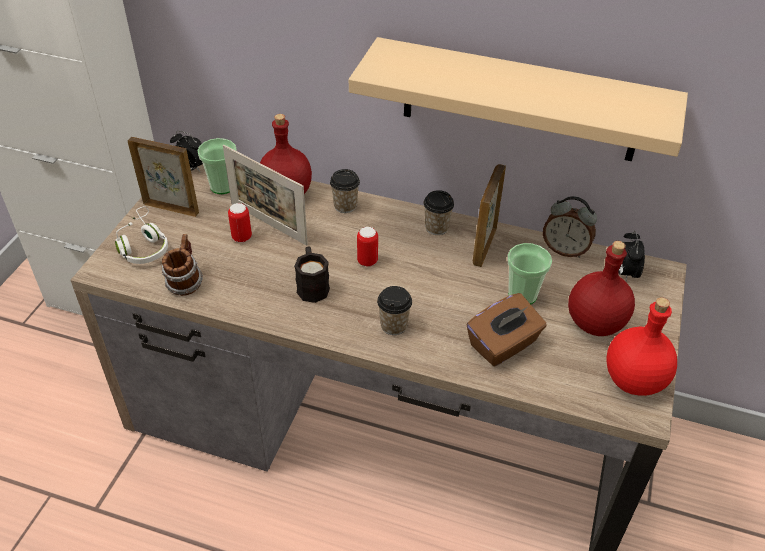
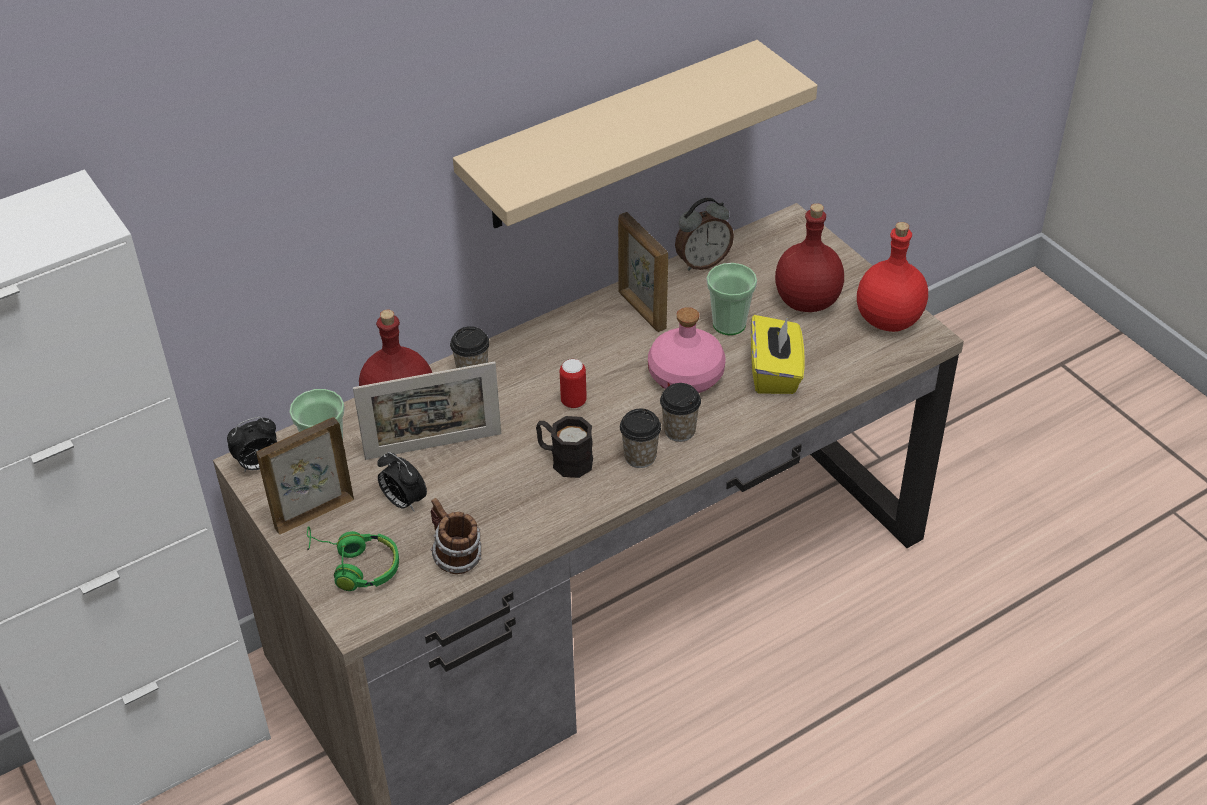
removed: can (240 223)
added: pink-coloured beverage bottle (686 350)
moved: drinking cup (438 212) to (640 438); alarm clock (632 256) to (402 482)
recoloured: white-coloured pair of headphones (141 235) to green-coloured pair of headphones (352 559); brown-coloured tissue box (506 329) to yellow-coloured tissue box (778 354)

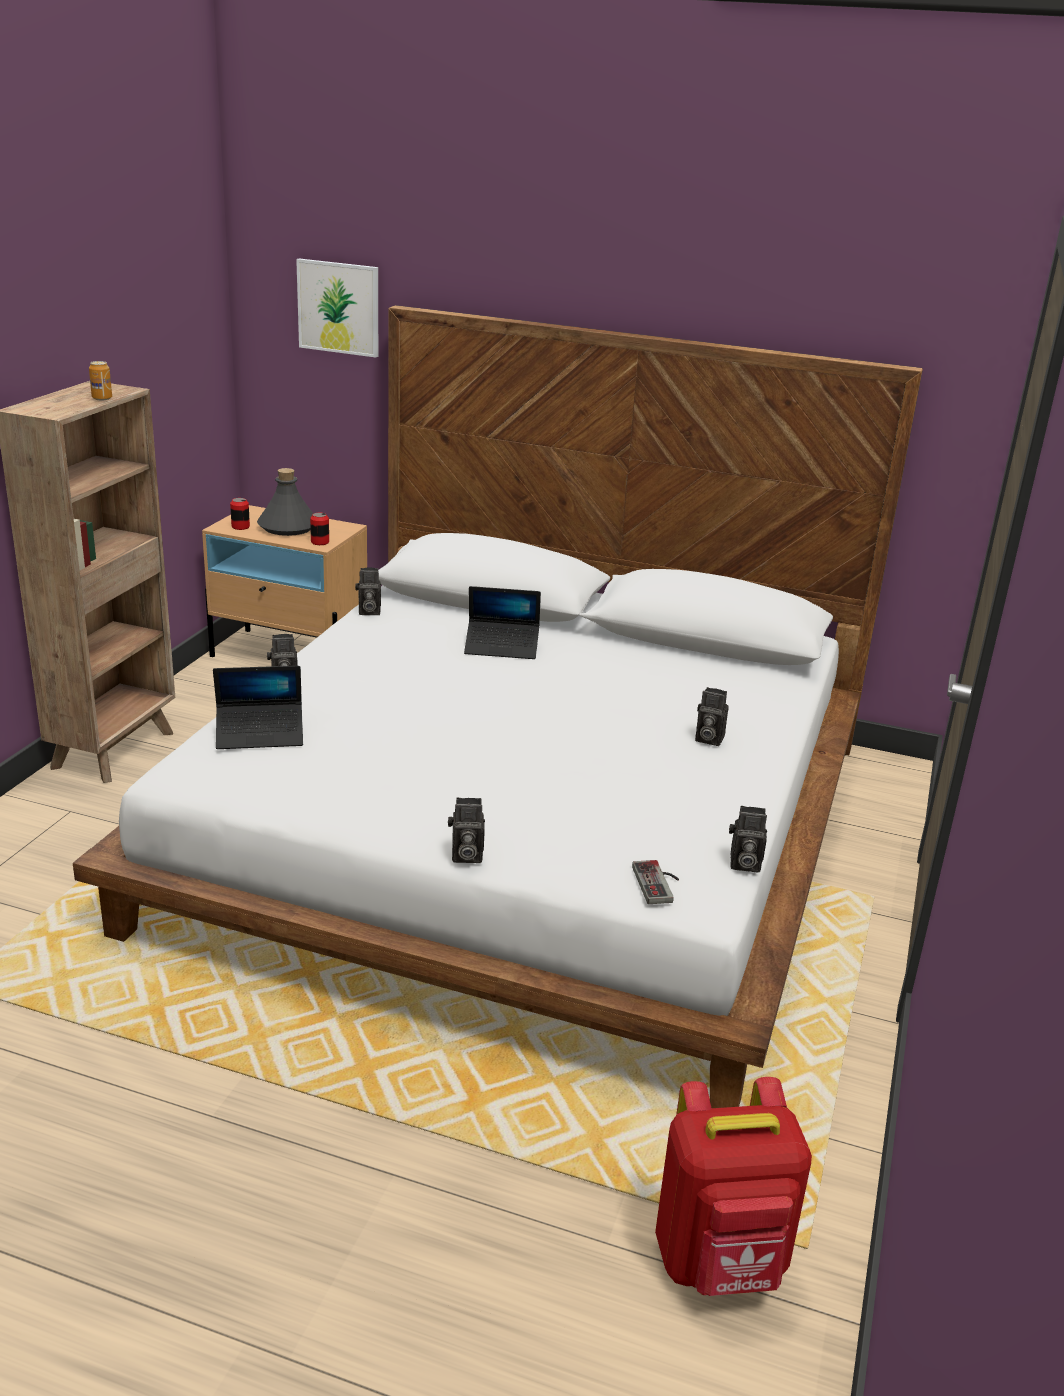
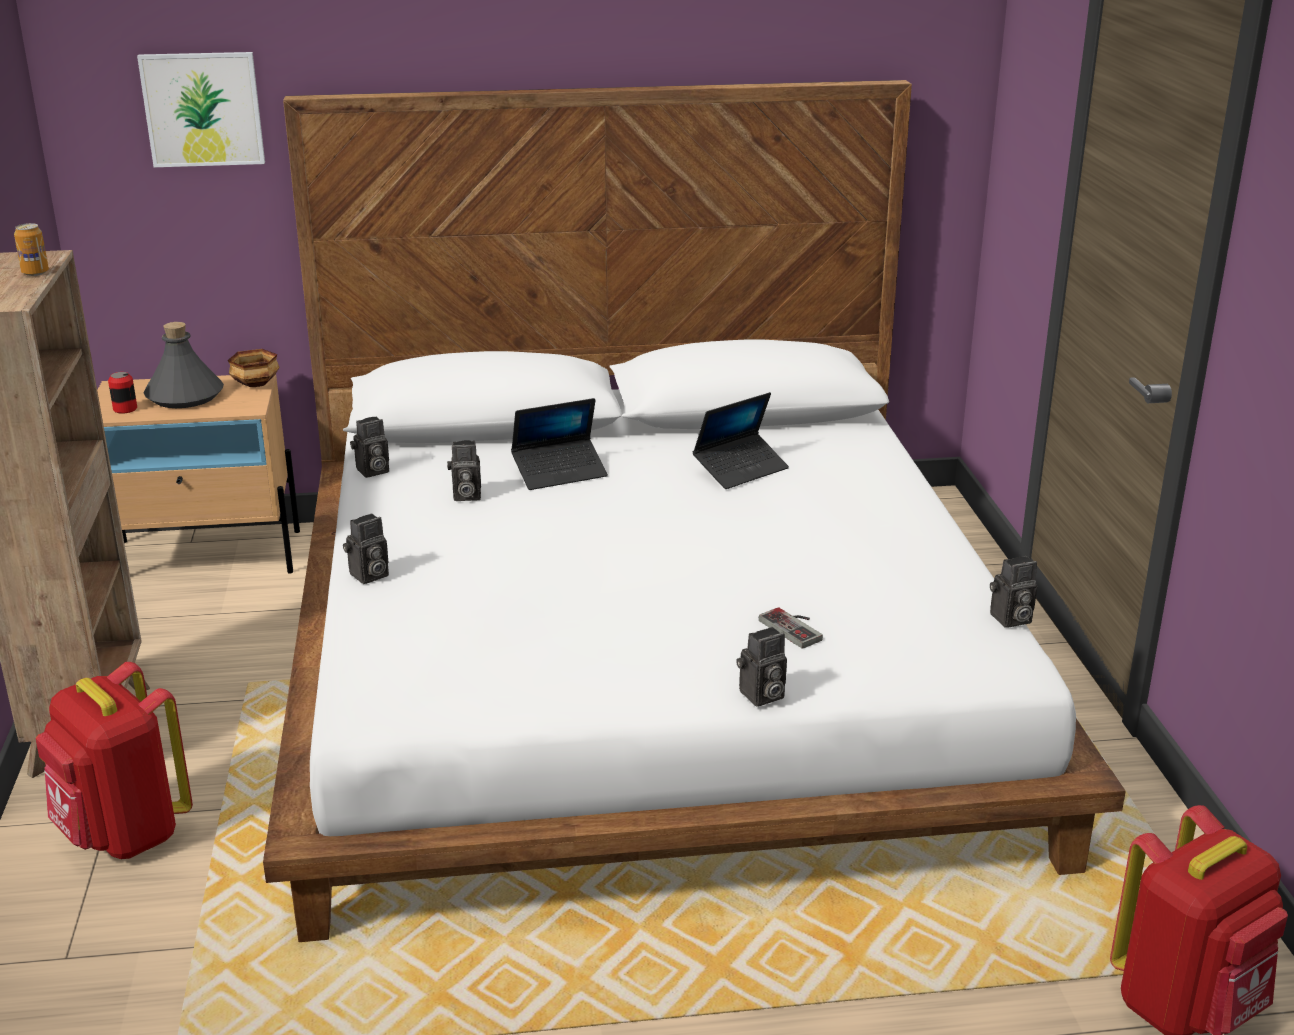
removed: can (319 529)
added: red knapsack (114 760); deep dish (253 368)
moved: portable computer (258 707) to (741 440); joypad (655 882) to (791 628); photo camera (712 716) to (464 471)

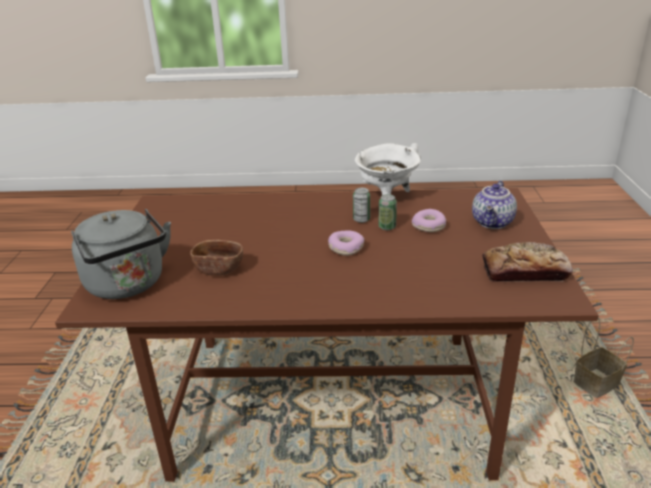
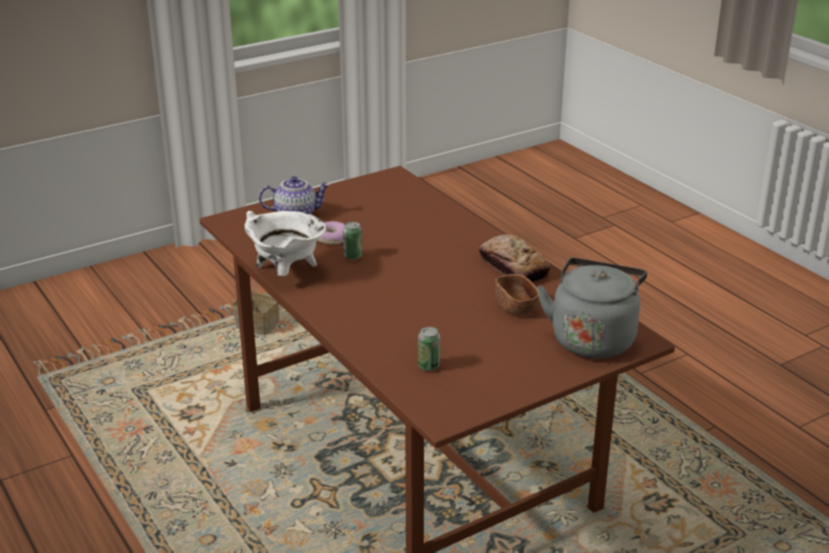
removed: donut (346 243)
moved: can (361 205) to (429 349); bread (527 262) to (515 259)

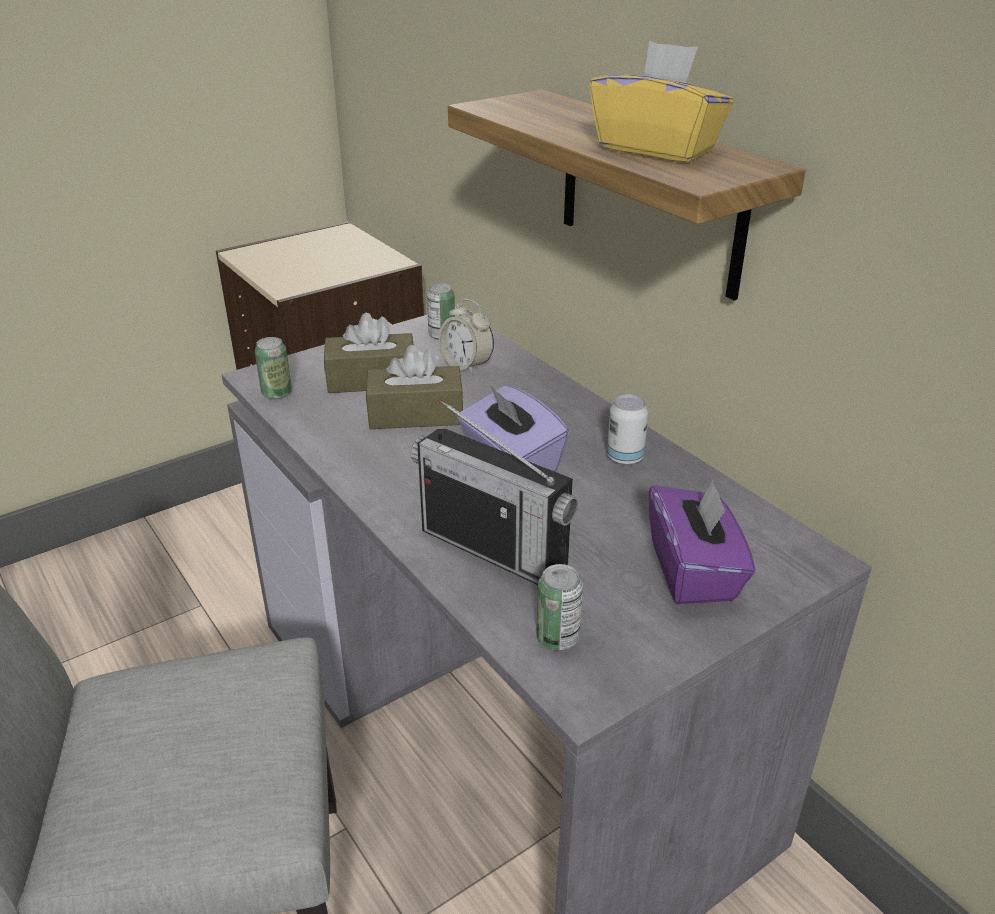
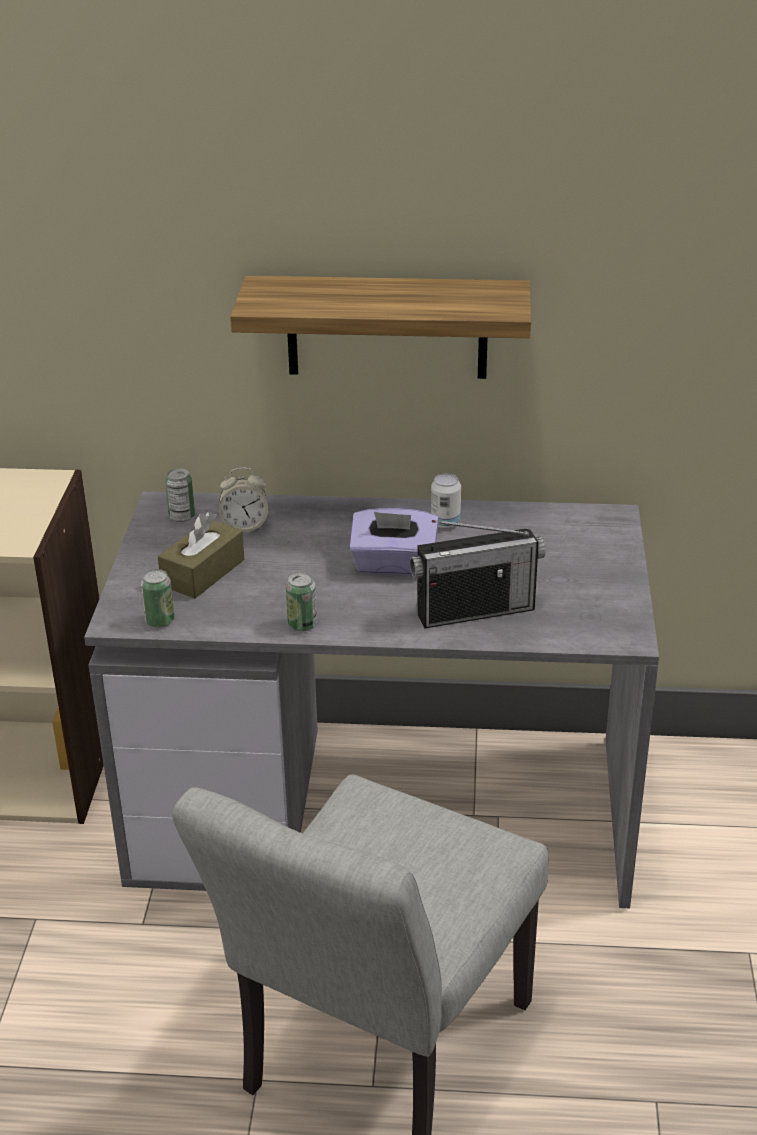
removed: brown-coloured tissue box (415 387); yellow-coloured tissue box (661 101); purplish tissue box (702 541)
moved: can (559 607) to (301 602)

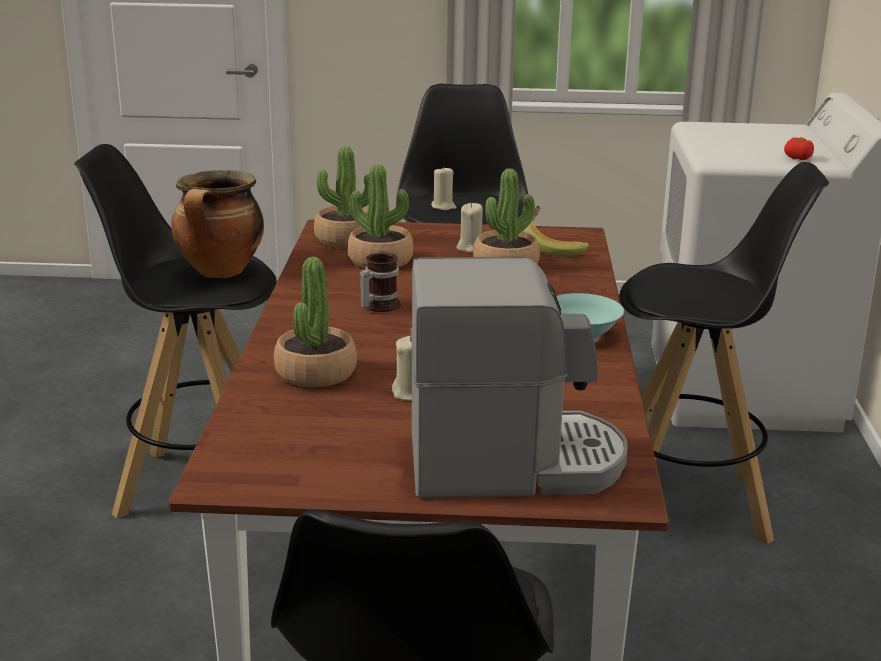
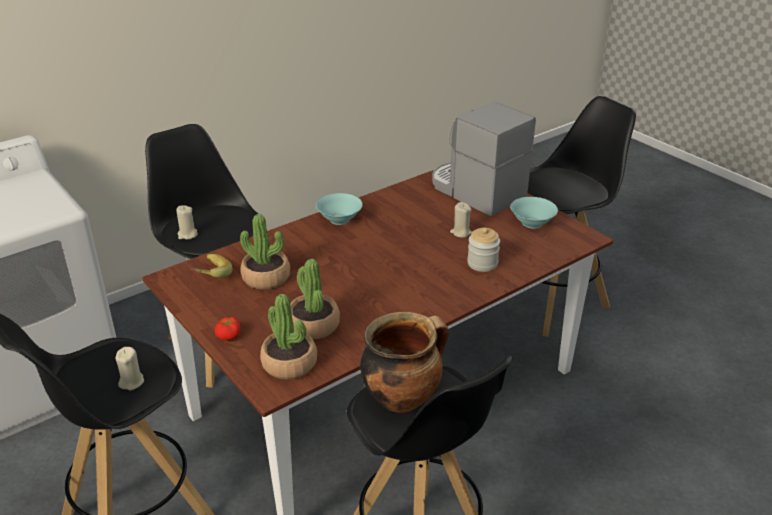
removed: mug (380 282)
added: turquoise deep dish (534 213)
moved: beige wax light (469 228) to (187 222); tomato (799 148) to (228 329)
replaced: houseplant (315 322) to storage jar (483 250)

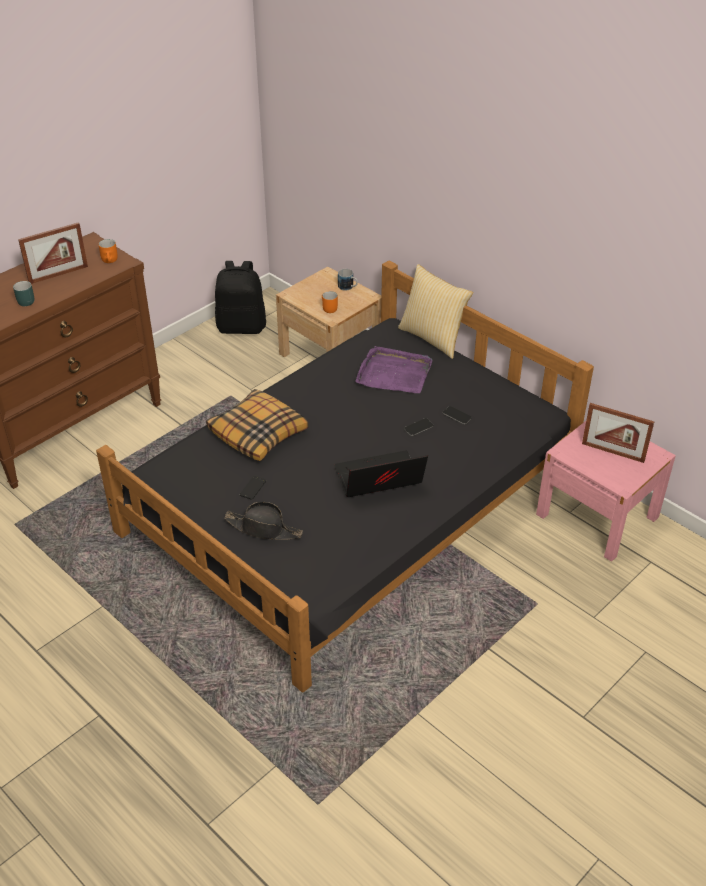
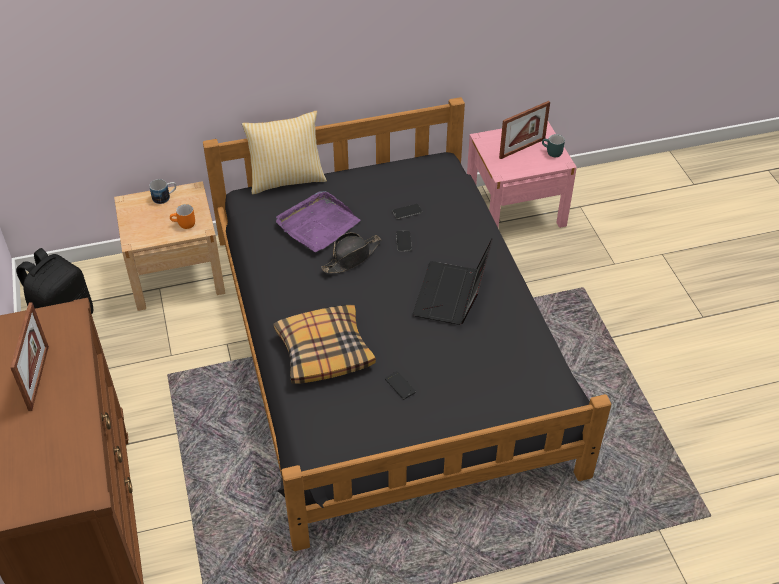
removed: orangey mug (108 251)
moved: turquoise mug (23 293) to (553 145); black-coloured clothing hat (263 521) to (351 252)

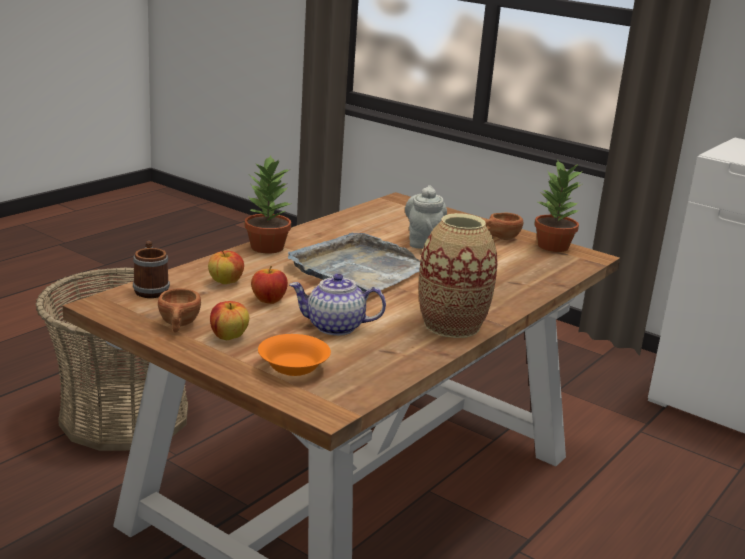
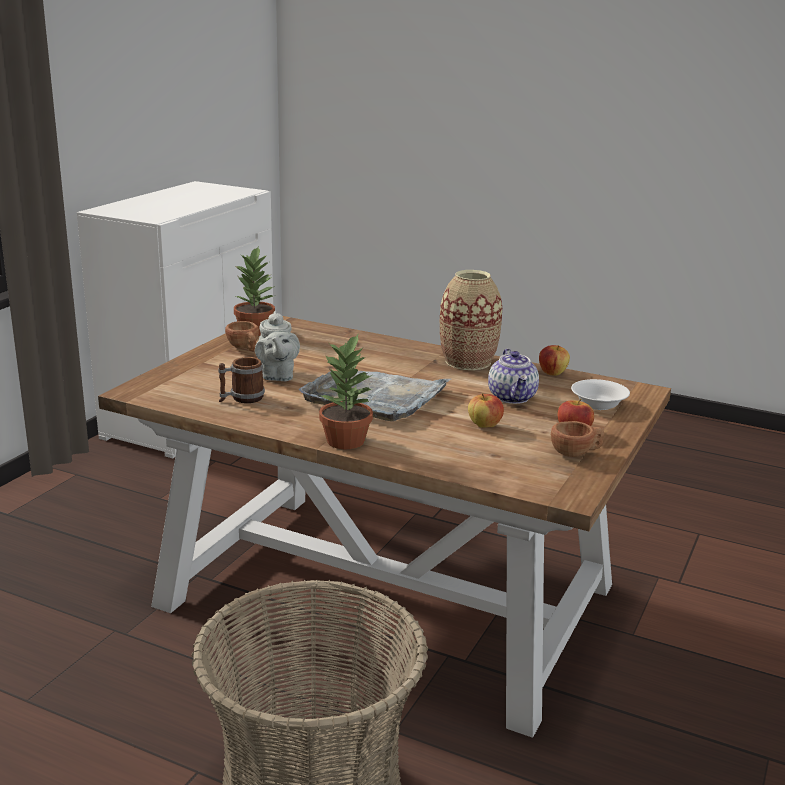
moved: mug (151 269) to (241 380); apple (226 267) to (554 360)
recoloured: orangey deep dish (294 355) to white-coloured deep dish (600 394)
turned: gray pot for tea (426 217) = (277 346) 90 degrees counterclockwise

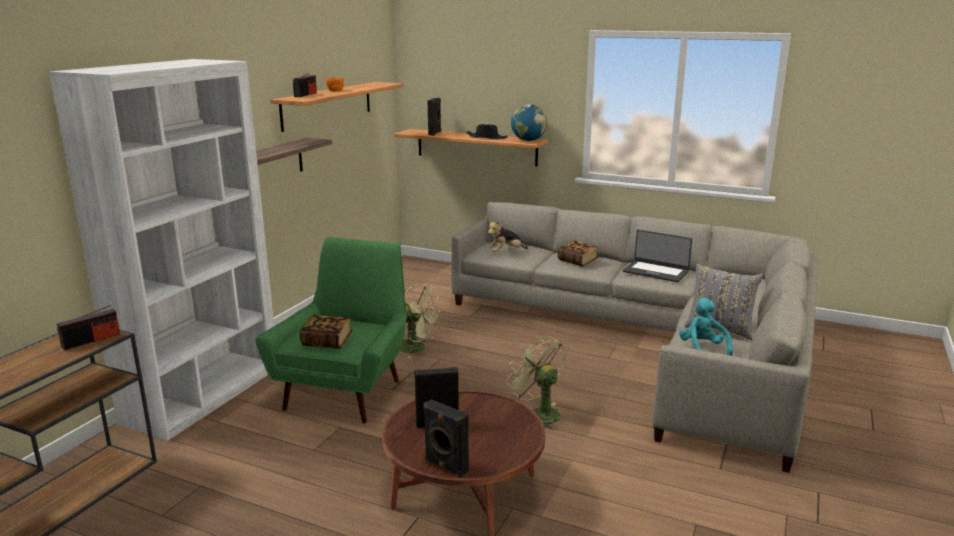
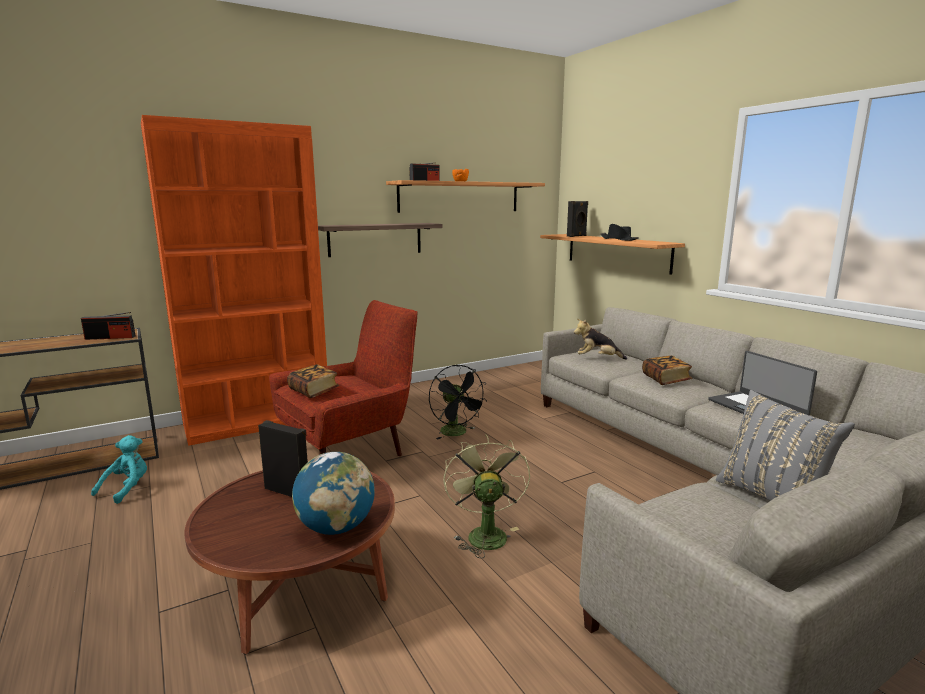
removed: black-coloured speaker (446 438)
moved: globe (529 122) to (333 493); turquoise plush toy (706 327) to (119 469)
recoloured: white-coloured bookshelf (161 250) to orangey bookshelf (234 280); green-coloured lounge chair (331 330) to red lounge chair (343 378); green-coloured cooling fan (421 321) to black-coloured cooling fan (458 402)

